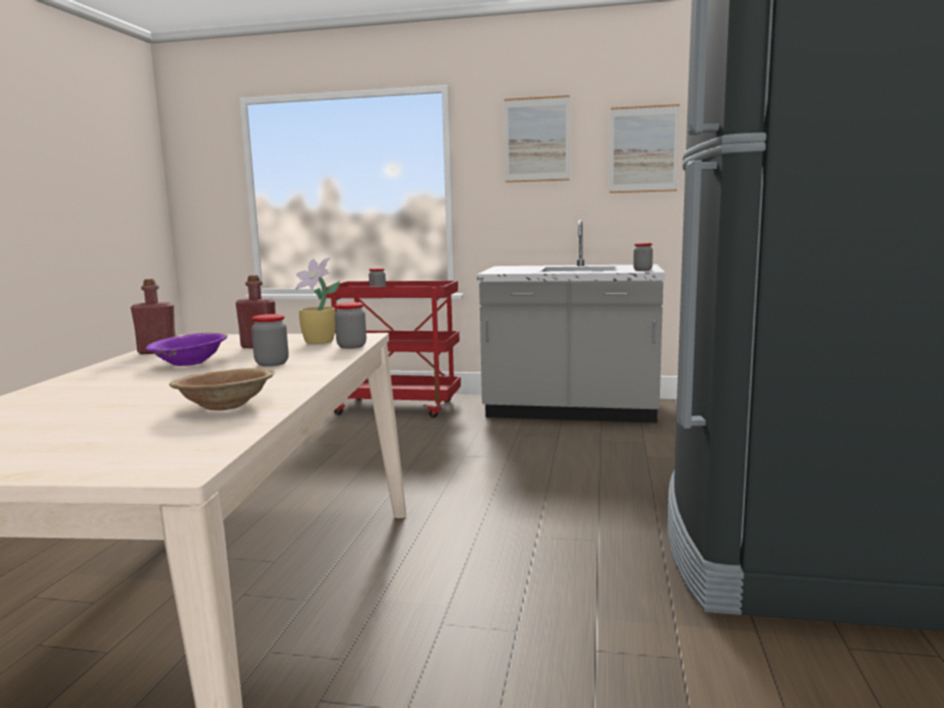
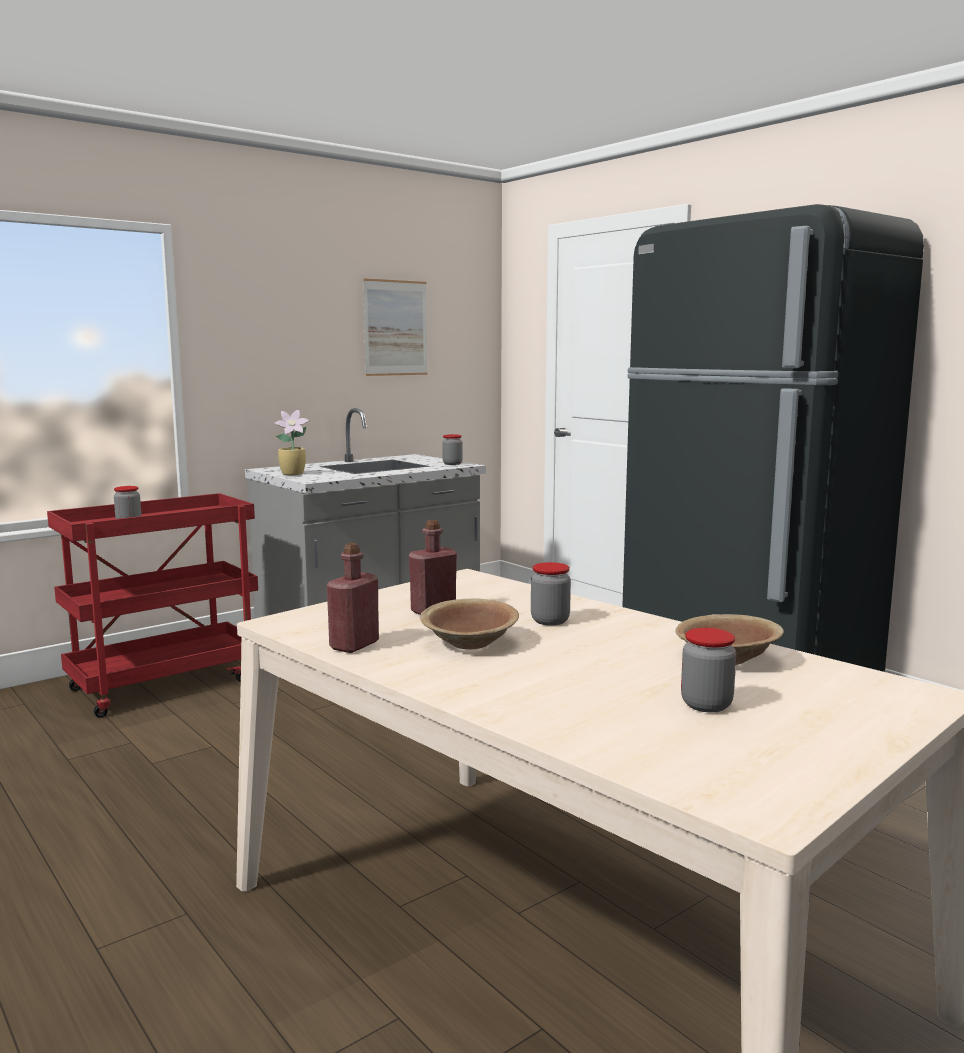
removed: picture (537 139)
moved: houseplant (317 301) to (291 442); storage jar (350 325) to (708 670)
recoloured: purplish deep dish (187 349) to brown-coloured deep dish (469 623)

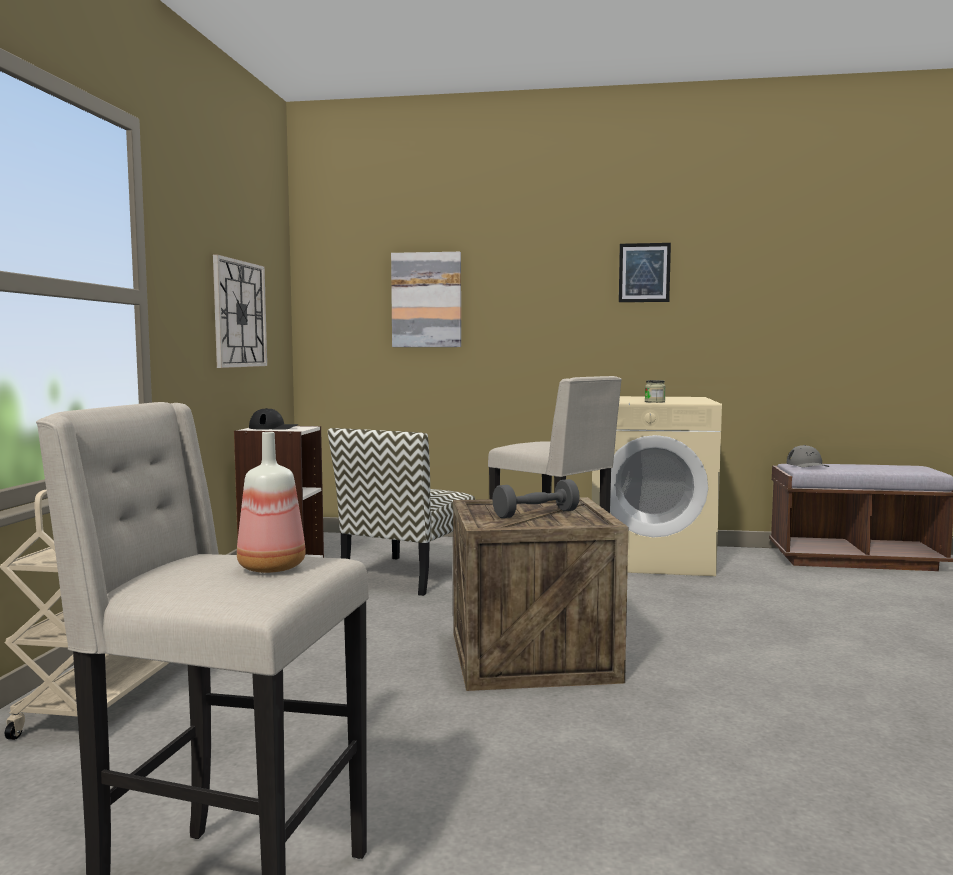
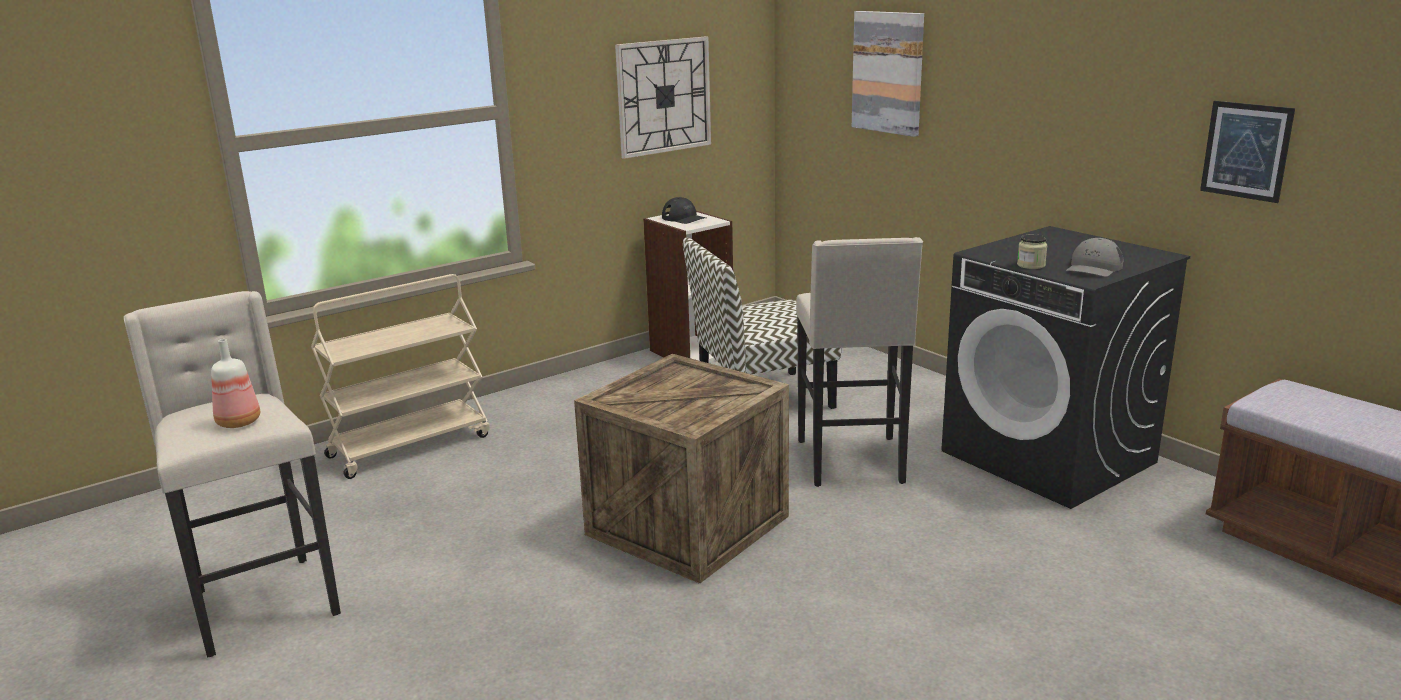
removed: gray dumbbell (536 498)
moved: picture (645 272) to (1247 152); gray peaked cap (808 456) to (1094 257)
recoloured: beige laundry appliance (657 486) to black-coloured laundry appliance (1065 367)

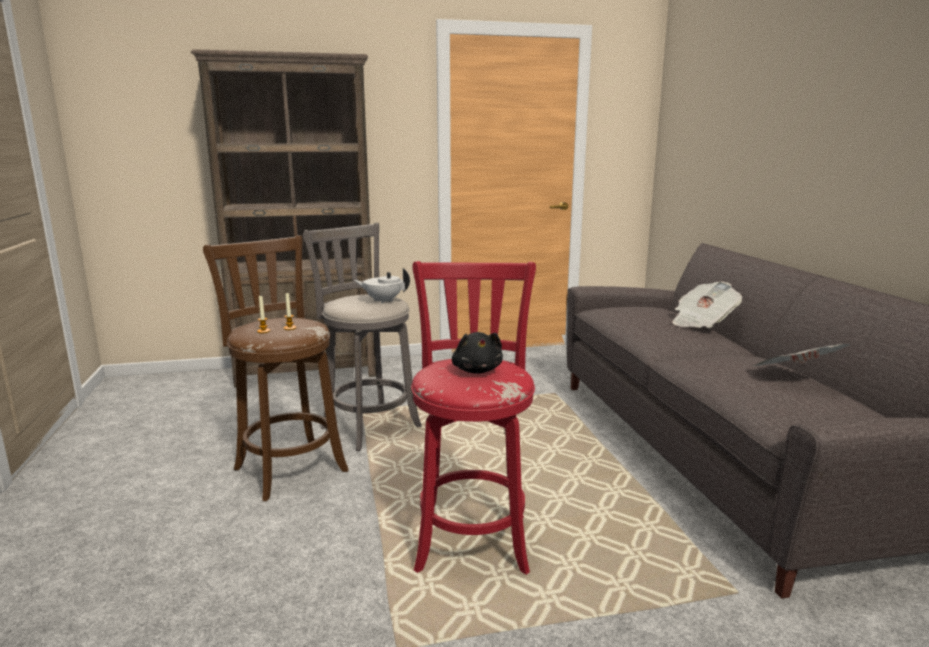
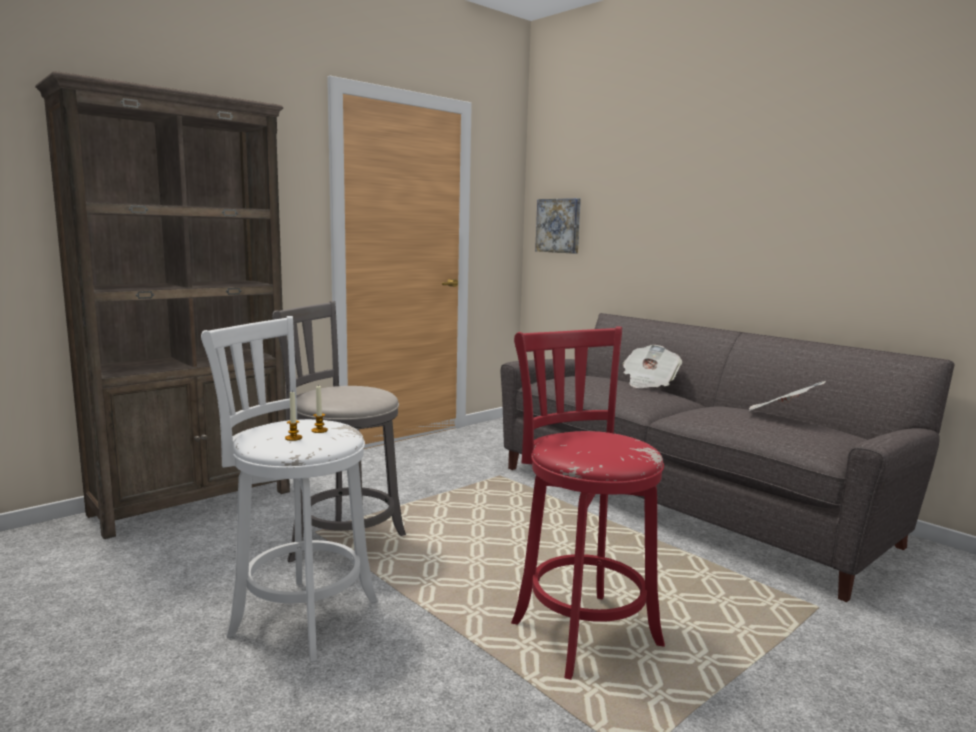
removed: white-coloured pot for tea (382 286); black-coloured plush toy (477 353)
added: picture (558 226)
recoloured: brown-coloured stool seat (276 368) to white-coloured stool seat (289 489)

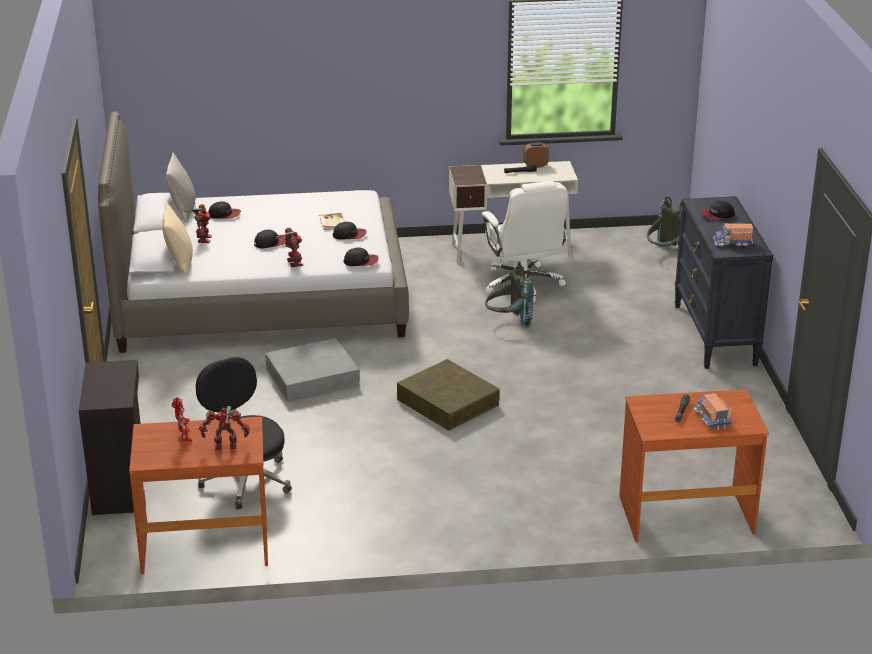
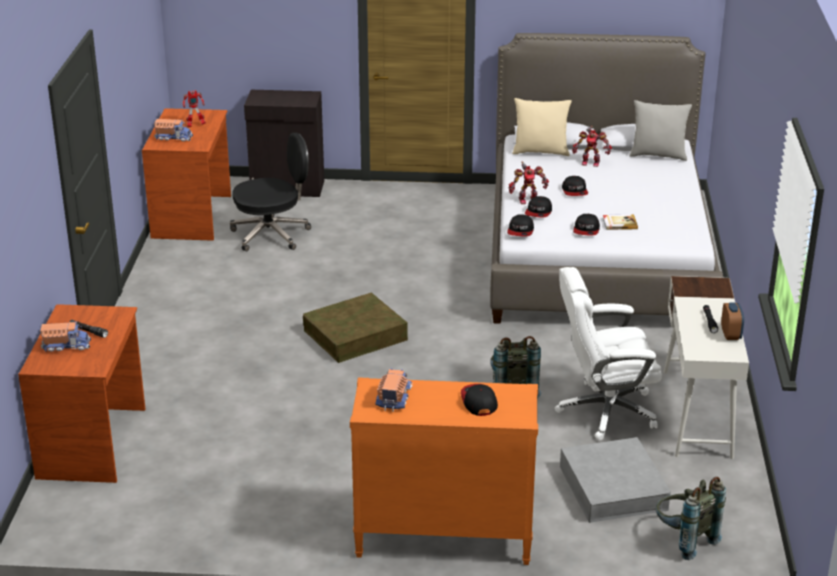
moved: peaked cap (224 210) to (538 207); gray storage container (312 370) to (615 480)
replaced: toy robot (224 428) to toy truck (173 130)
recoloured: black-coloured dresser (724 282) to orangey dresser (444 471)

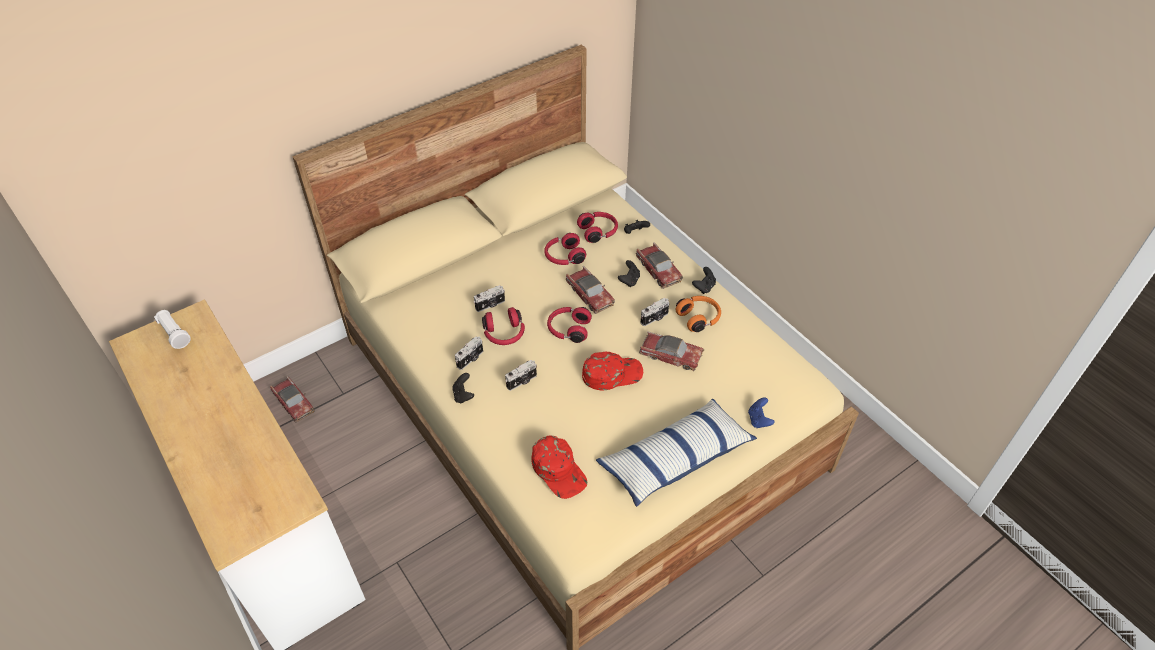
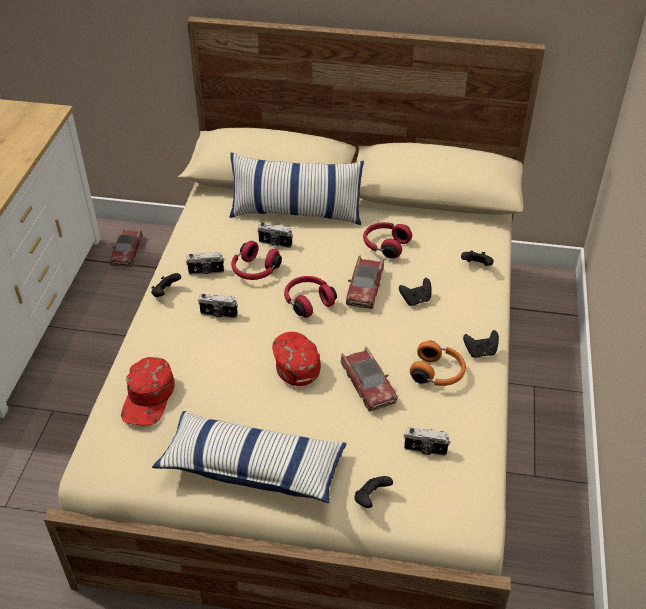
removed: white-coloured torch (172 329); red pair of headphones (597 227); model car (659 265)
added: throw pillow (296 189)
moved: photo camera (654 312) to (427 441)
recoloured: blue joypad (761 413) to black-coloured joypad (373 492)
turned: red peaked cap (612 371) = (296 359) 135 degrees counterclockwise

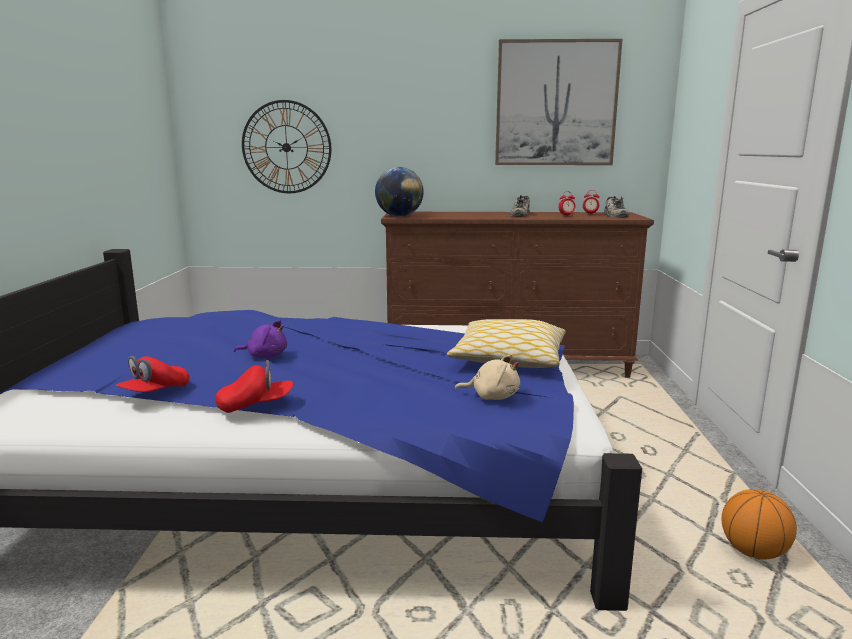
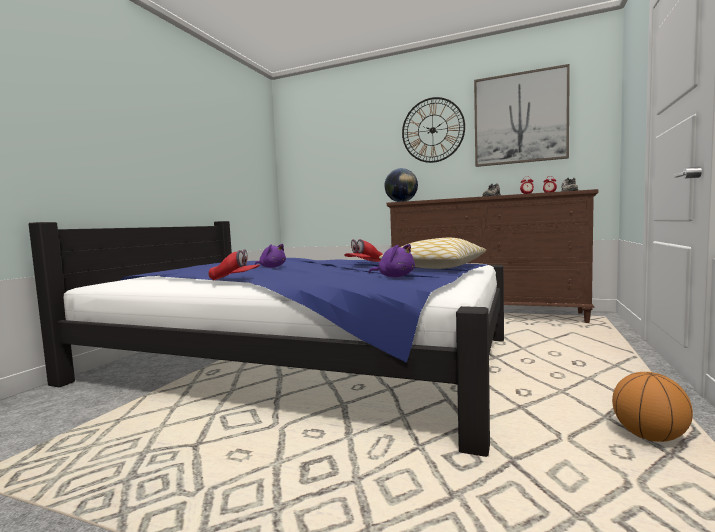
moved: red peaked cap (152 374) to (363 250); wall clock (286 146) to (433 130)
recoloured: beige plush toy (487 377) to purplish plush toy (392 260)

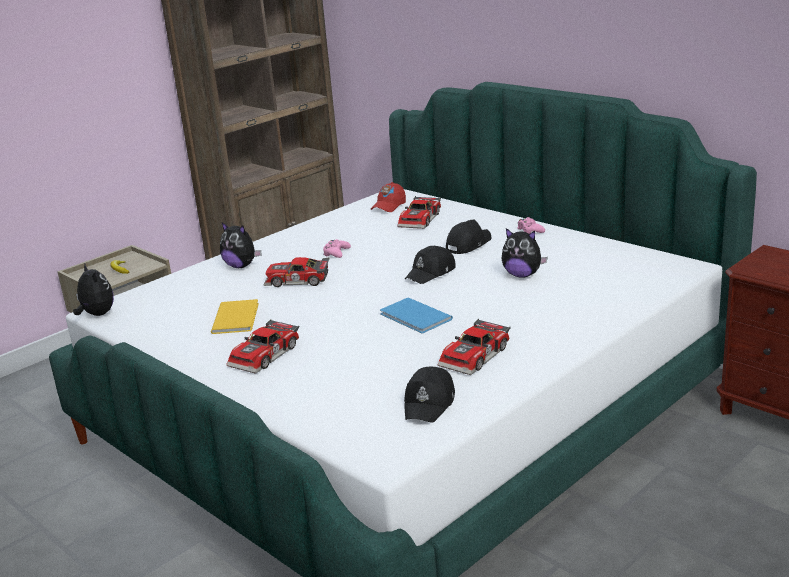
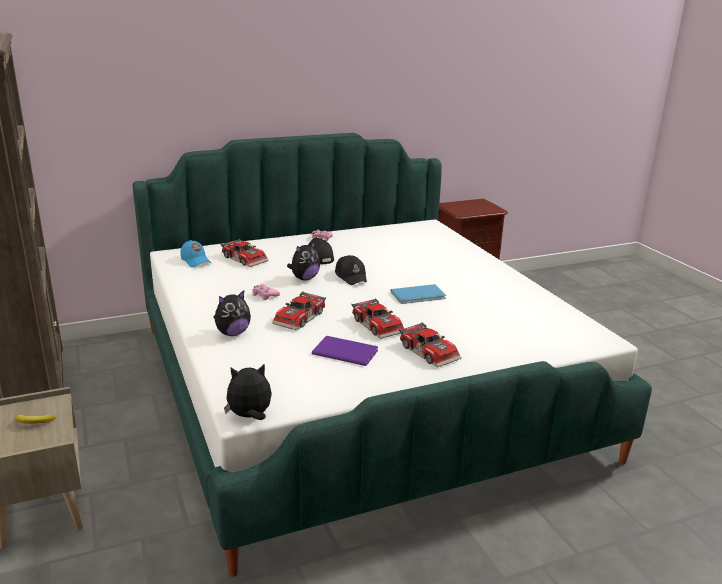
removed: black-coloured peaked cap (429 395)
moved: model car (474 347) to (377 318); plush toy (524 253) to (303 260)
recoloured: yellow-coloured bound book (235 316) to purplish bound book (345 351); red peaked cap (388 197) to blue peaked cap (195 253)

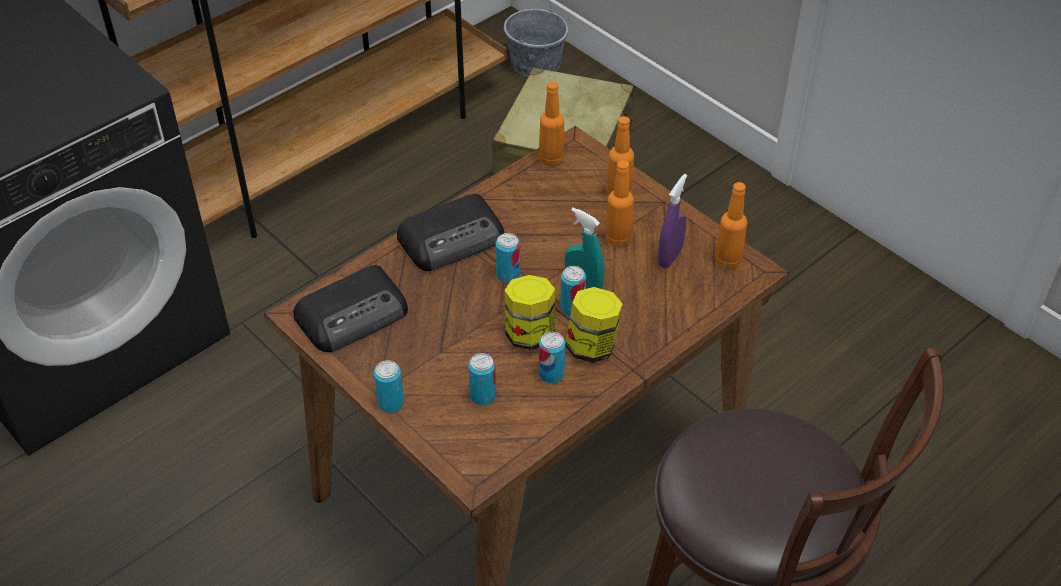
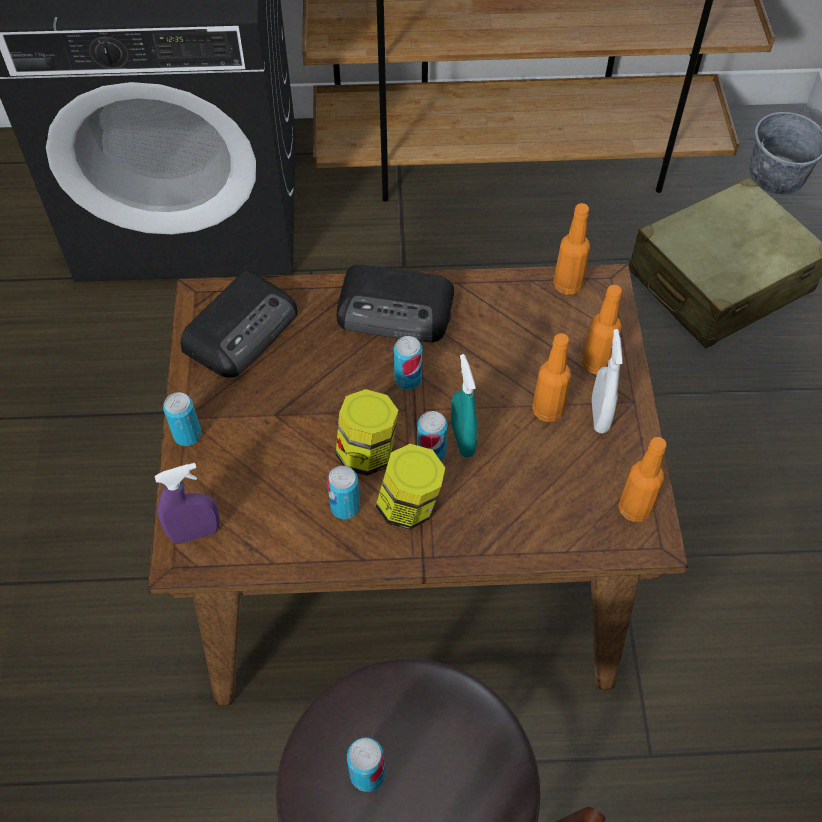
added: white-coloured spray bottle (607 381)
moved: can (482 379) to (366 764); purplish spray bottle (672 221) to (187 503)
turned: radio set (350 308) = (239 324) 60 degrees counterclockwise

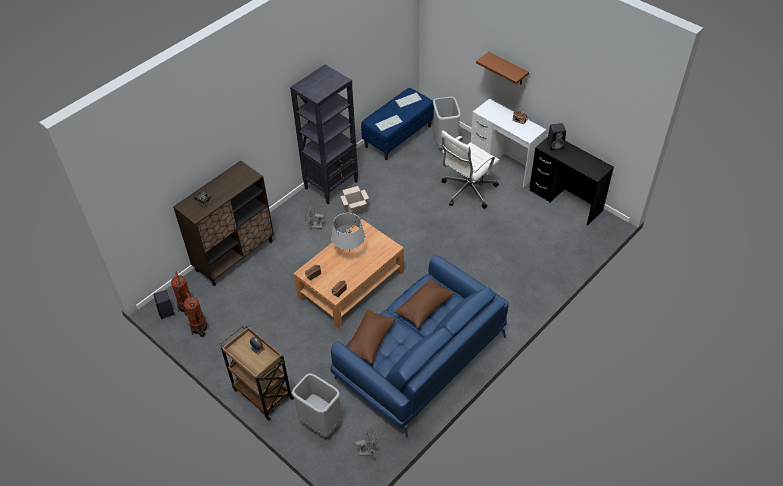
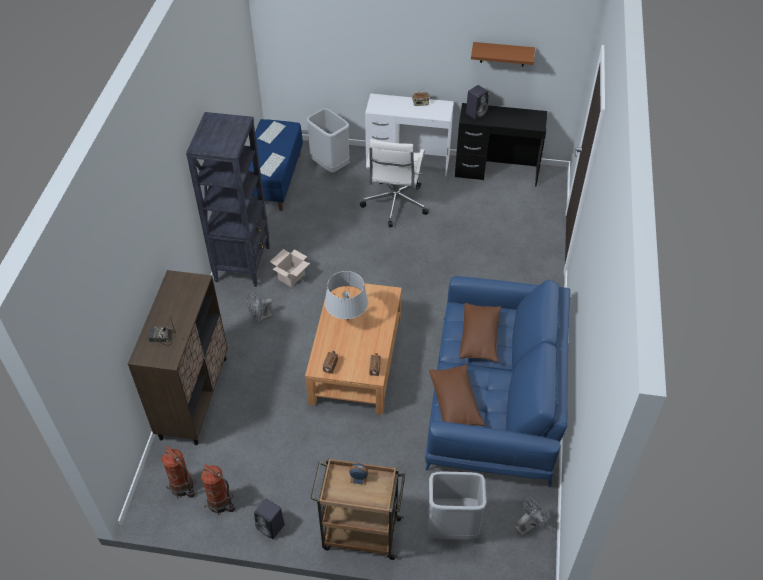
moved: black-coloured speaker (164 304) to (269 518); brown-coloured shelf (502 68) to (503 54)

